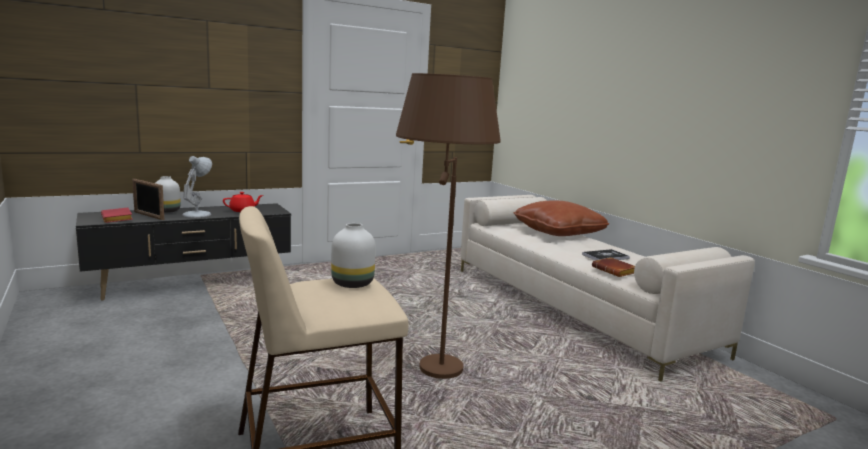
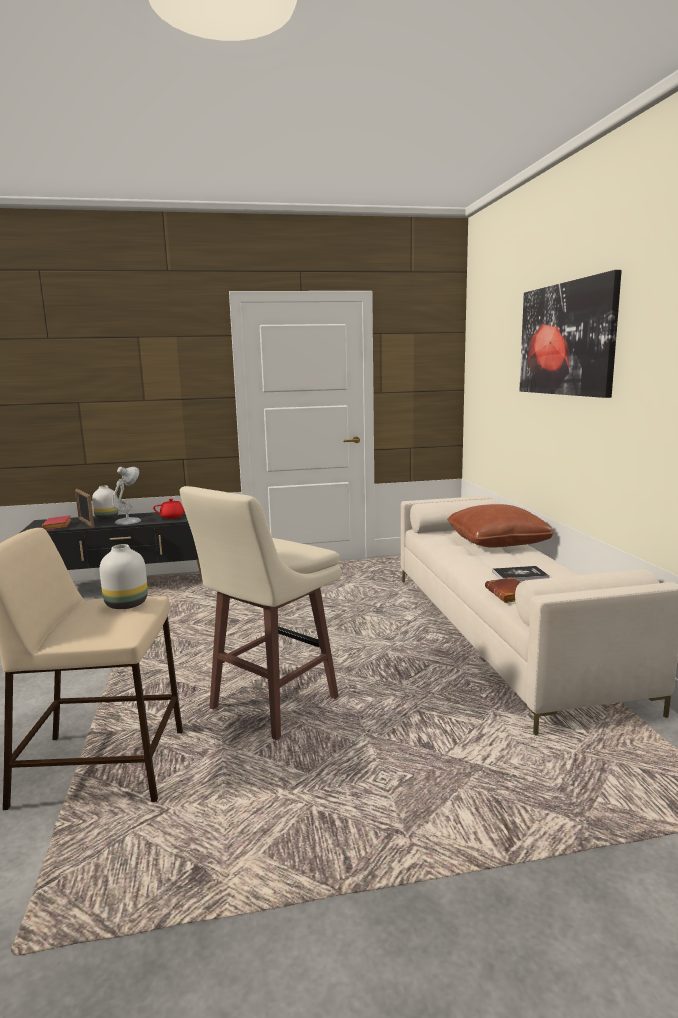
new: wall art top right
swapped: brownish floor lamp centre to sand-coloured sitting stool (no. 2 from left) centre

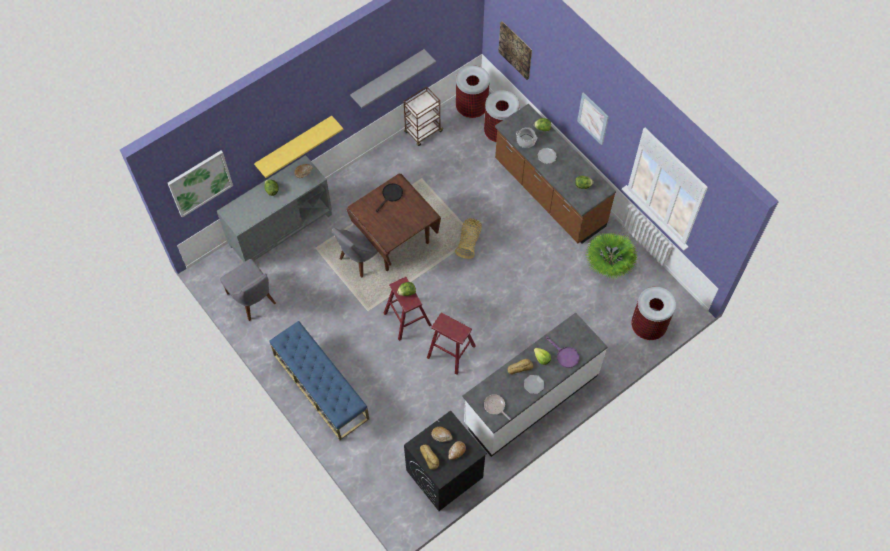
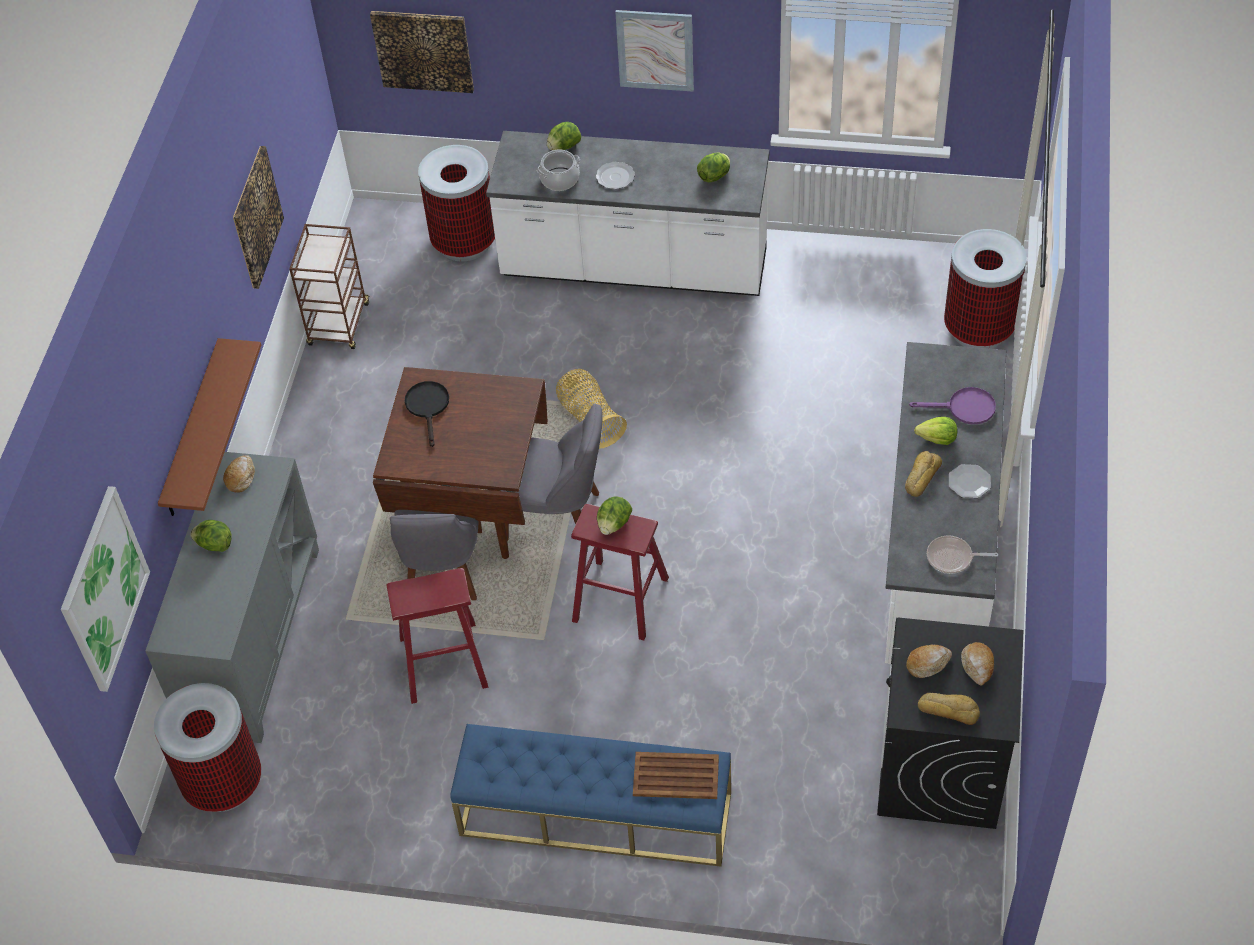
gone: potted plant middle right
new: brownish tray bottom centre
shifted: greyish upright chair (no. 1 from left in the first image) middle left to greyish upright chair (no. 2 from left) centre; reddish sitting stool (no. 2 from left in the first image) centre to reddish sitting stool (no. 1 from left) bottom centre; trash can (no. 1 from left) top centre to bottom left
swapped: greyish wall shelf top centre to wall art (no. 2 from left) top left
repainted: yellowish wall shelf top centre to brownish wall shelf middle left; brownish kitchen counter top centre to white-coloured kitchen counter (no. 1 from left) top centre

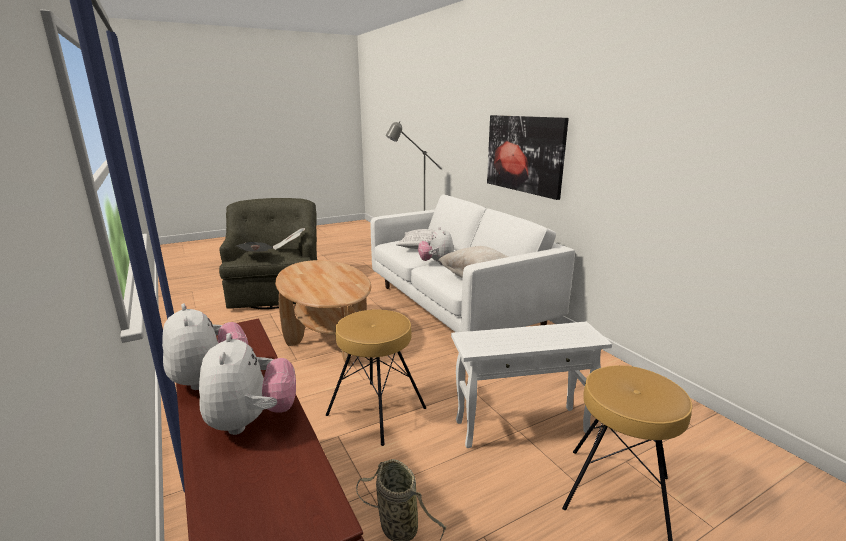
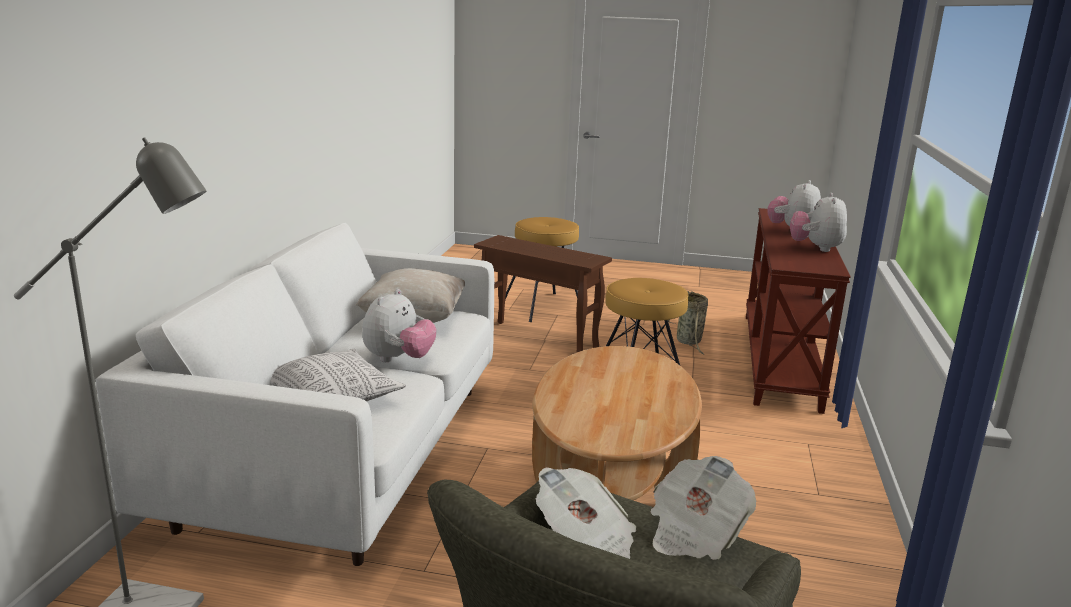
gone: wall art top centre
repainted: white-coloured side table bottom centre to brownish side table centre

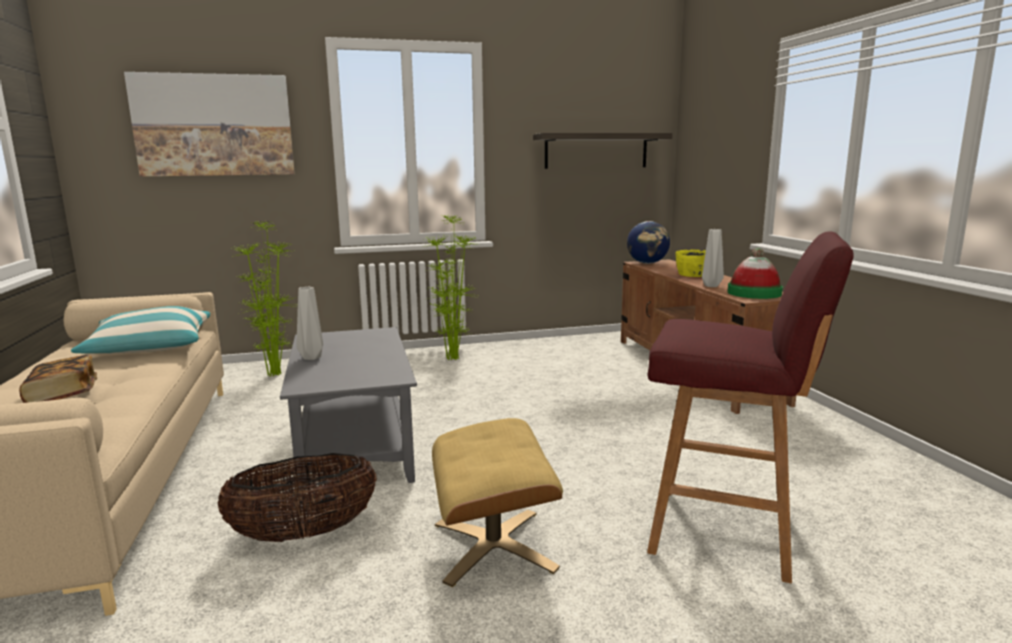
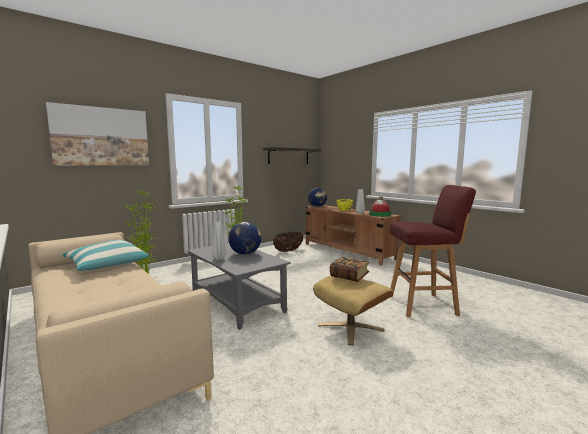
new: world globe (no. 1 from left) centre
shifted: book middle left to centre; basket bottom left to centre

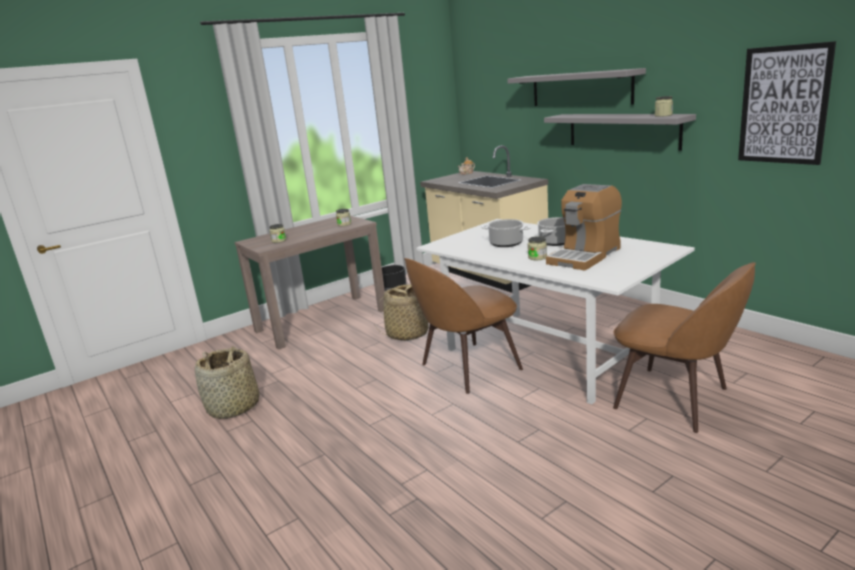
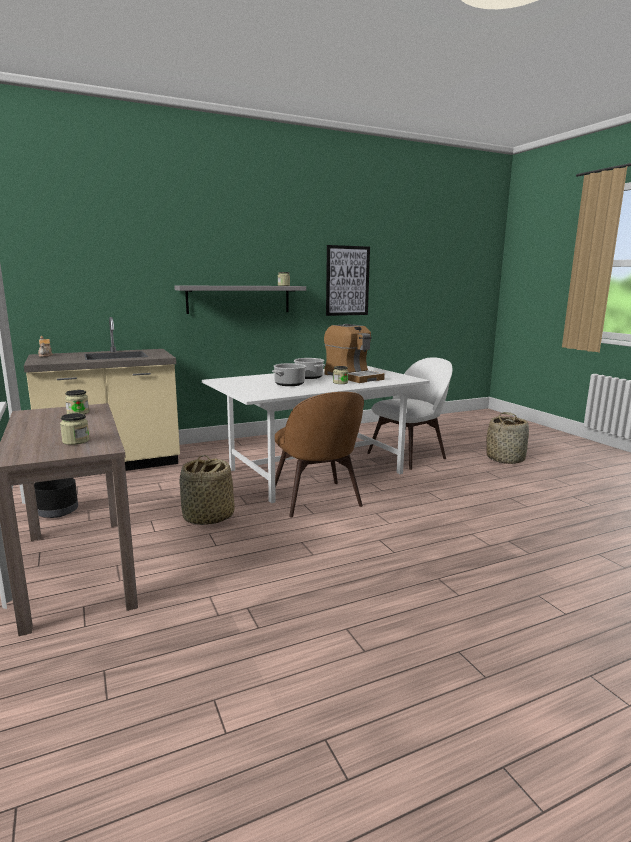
gone: greyish wall shelf (no. 1 from left) top right
shifted: basket (no. 1 from left in the first image) bottom left to basket (no. 2 from left) middle right
repainted: brownish upright chair (no. 2 from left) middle right to white-coloured upright chair centre

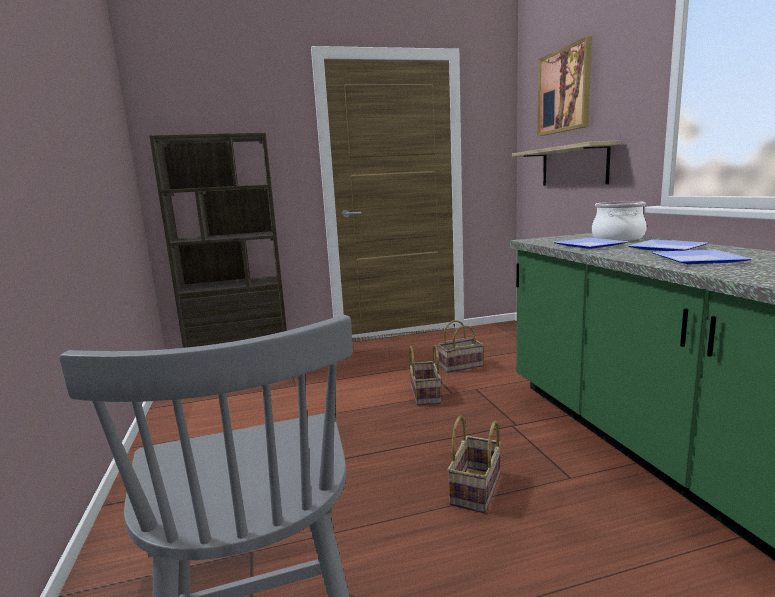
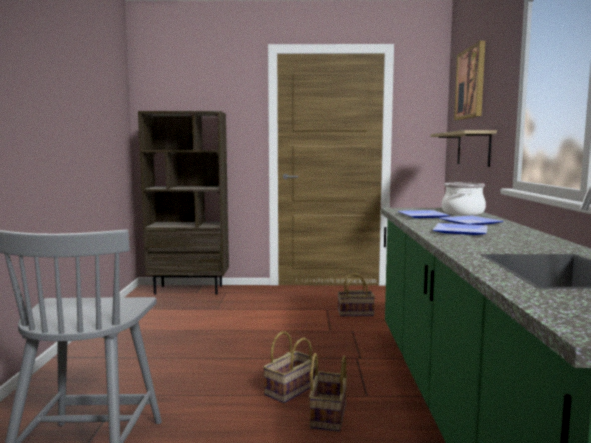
shifted: basket (no. 1 from left in the first image) centre to basket (no. 2 from left) bottom centre

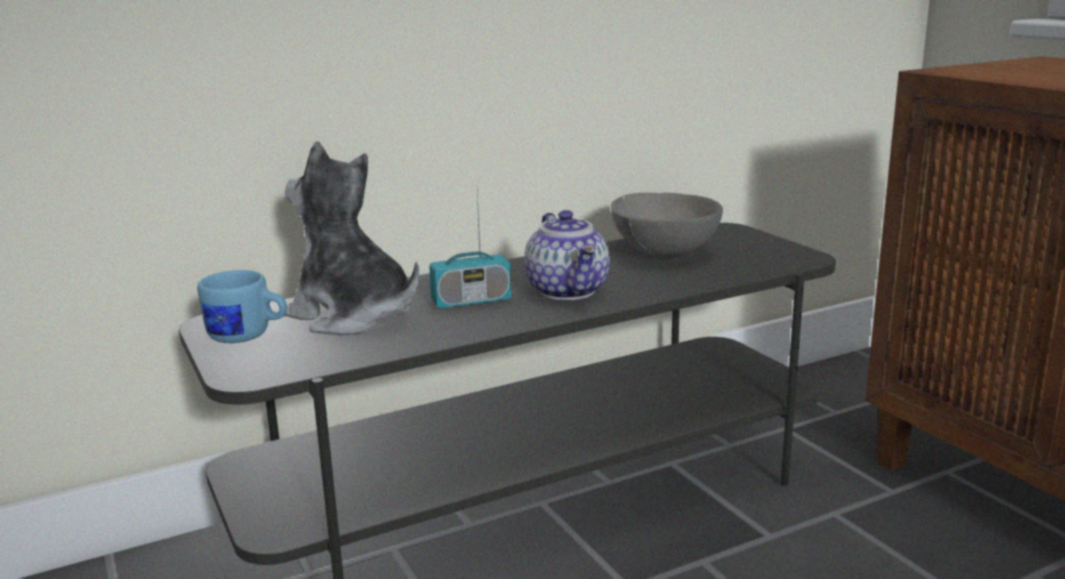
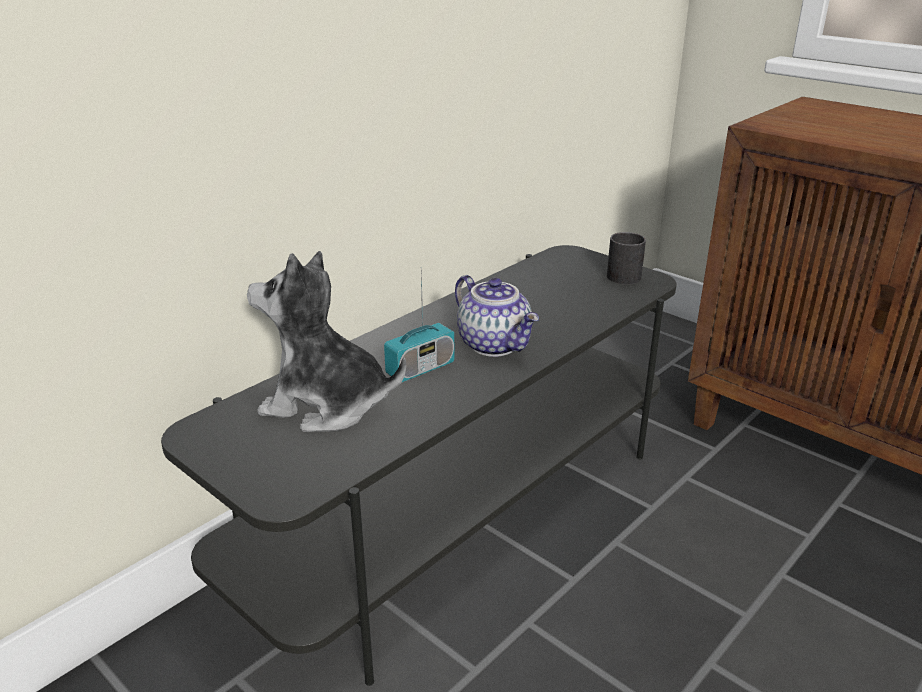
gone: bluish mug middle left; greyish deep dish centre
new: black-coloured mug middle right

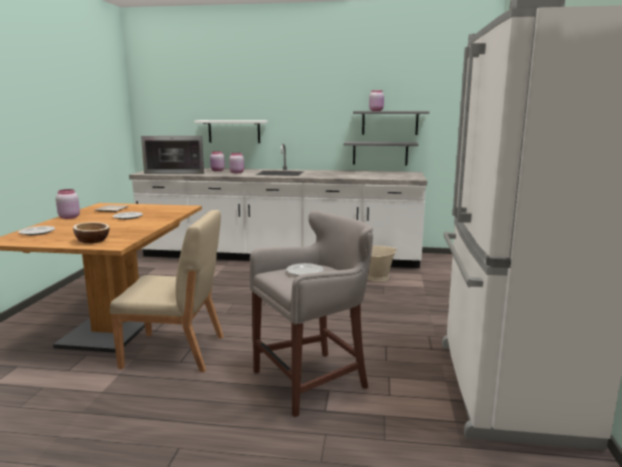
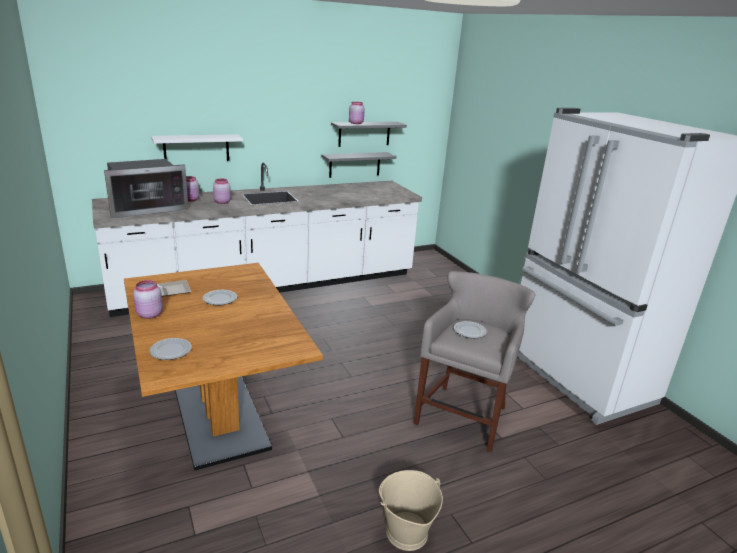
gone: deep dish middle left; sand-coloured upright chair middle left
shifted: sand-coloured water bucket centre to bottom centre

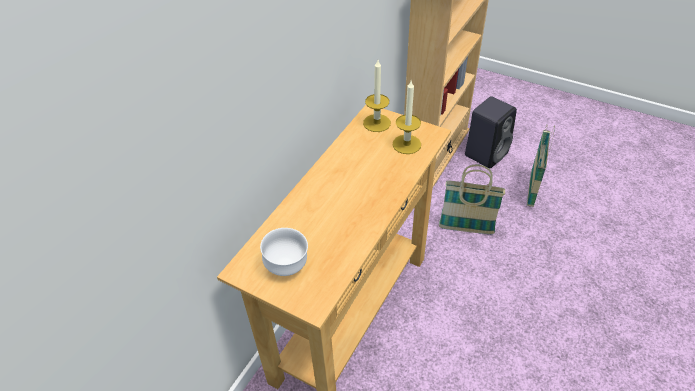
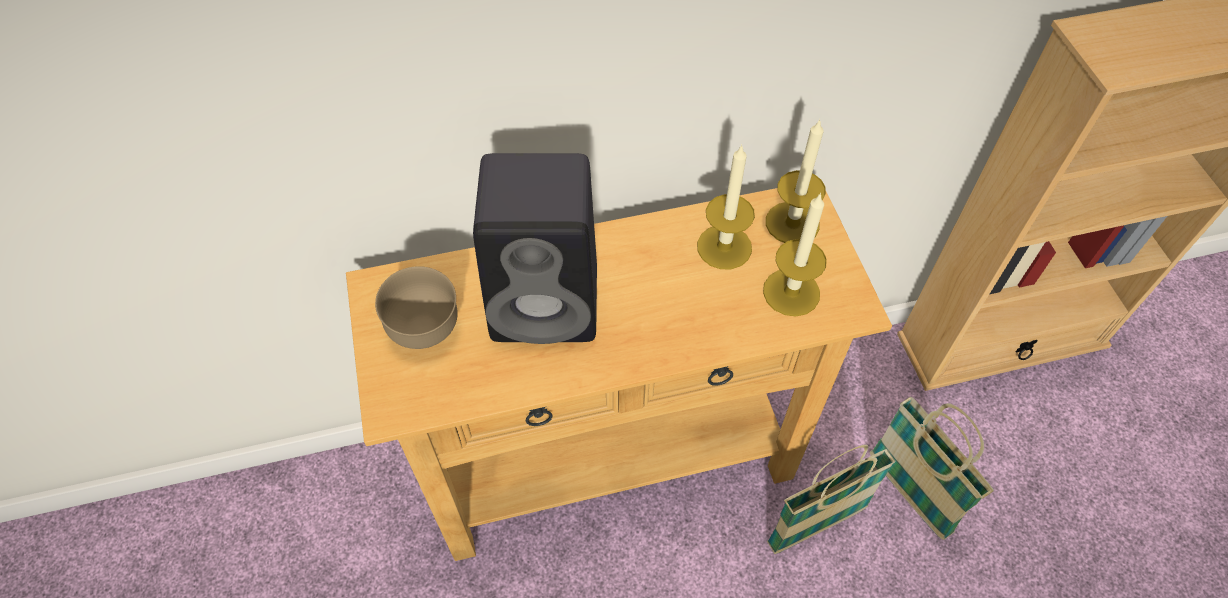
new: candle (no. 1 from left) centre
shifted: black-coloured audio speaker middle right to centre; basket (no. 2 from left in the first image) middle right to basket (no. 1 from left) bottom right
repainted: white-coloured deep dish centre to brownish deep dish centre

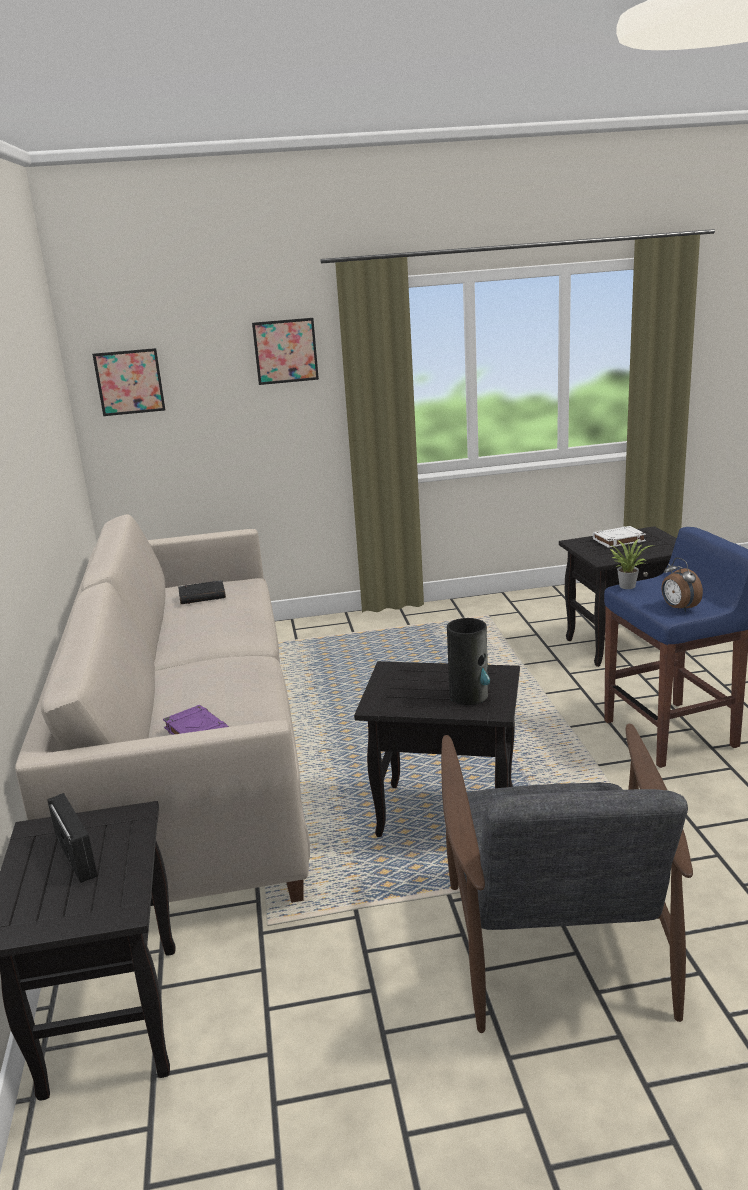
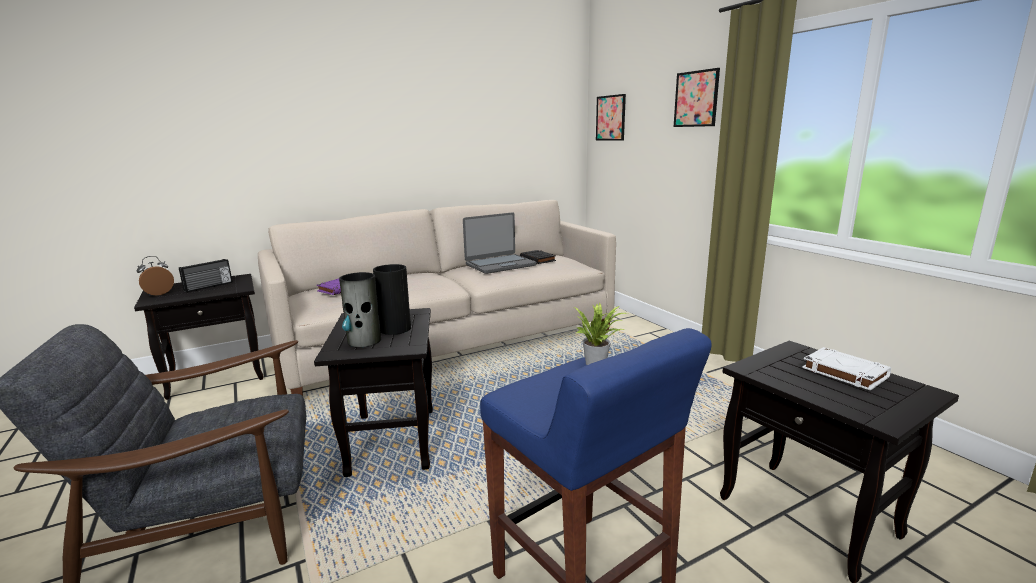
new: vase (no. 2 from left) centre; notebook computer centre
shifted: table clock middle right to middle left

